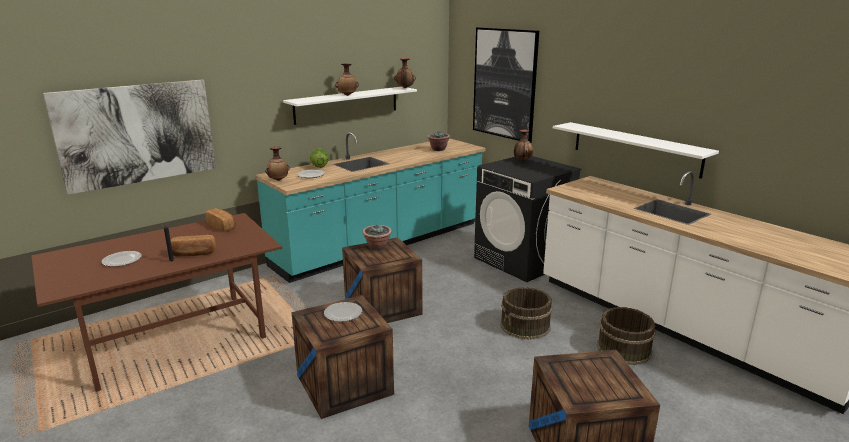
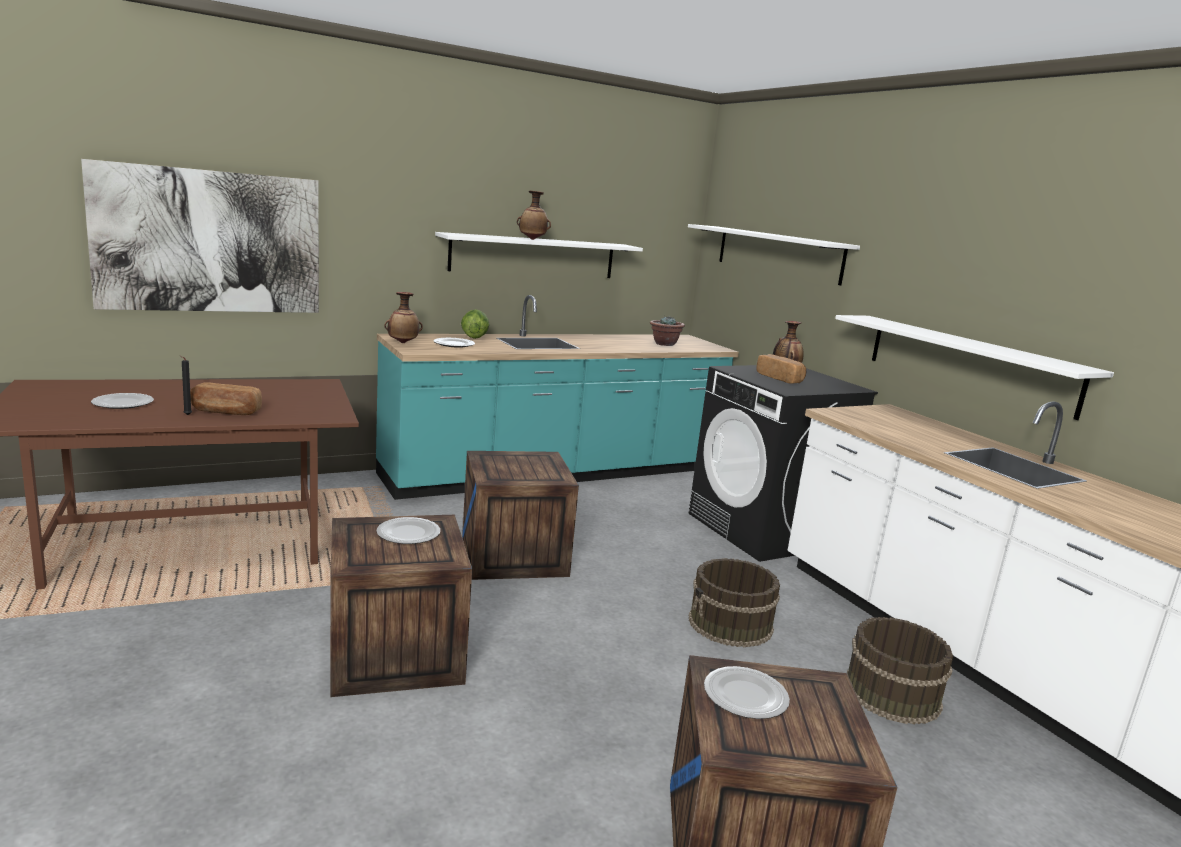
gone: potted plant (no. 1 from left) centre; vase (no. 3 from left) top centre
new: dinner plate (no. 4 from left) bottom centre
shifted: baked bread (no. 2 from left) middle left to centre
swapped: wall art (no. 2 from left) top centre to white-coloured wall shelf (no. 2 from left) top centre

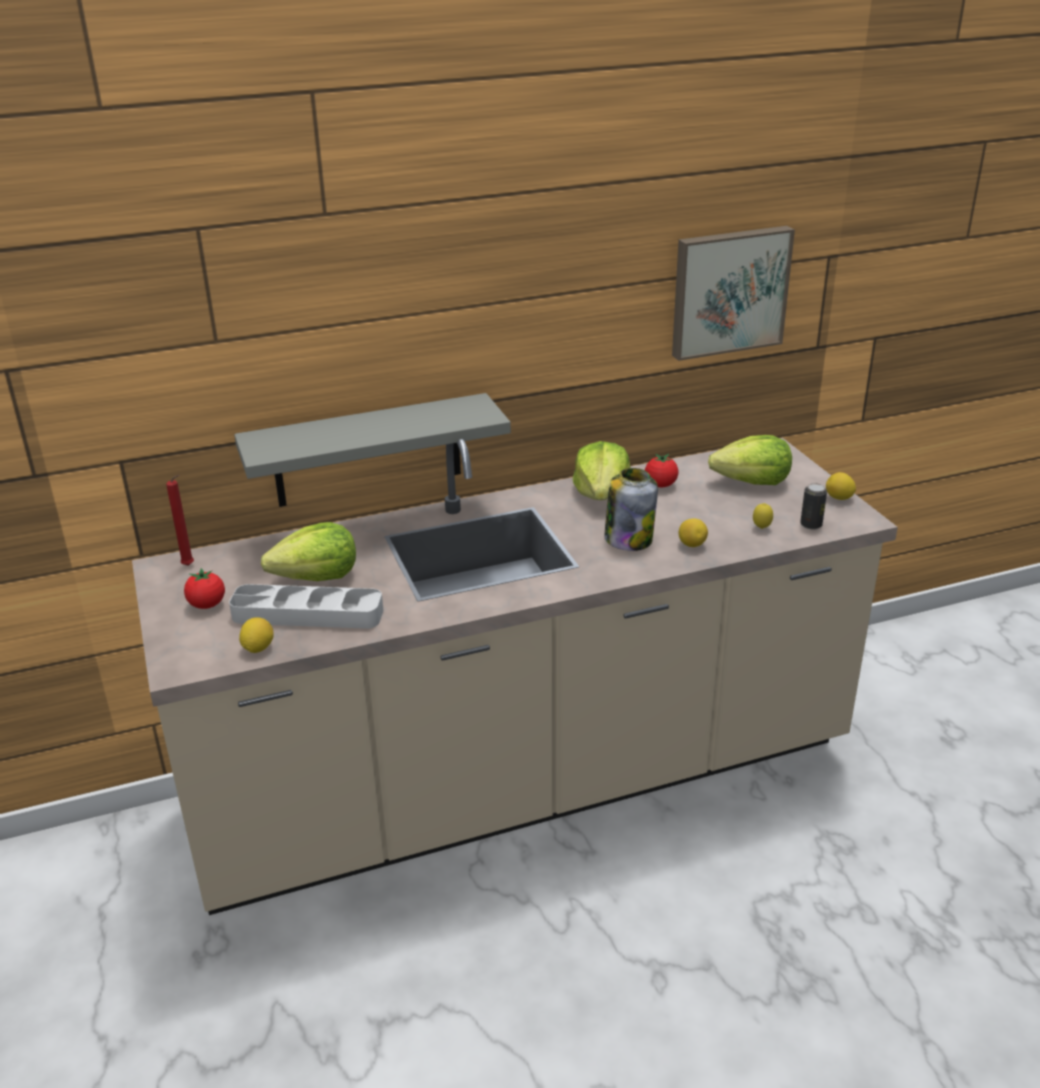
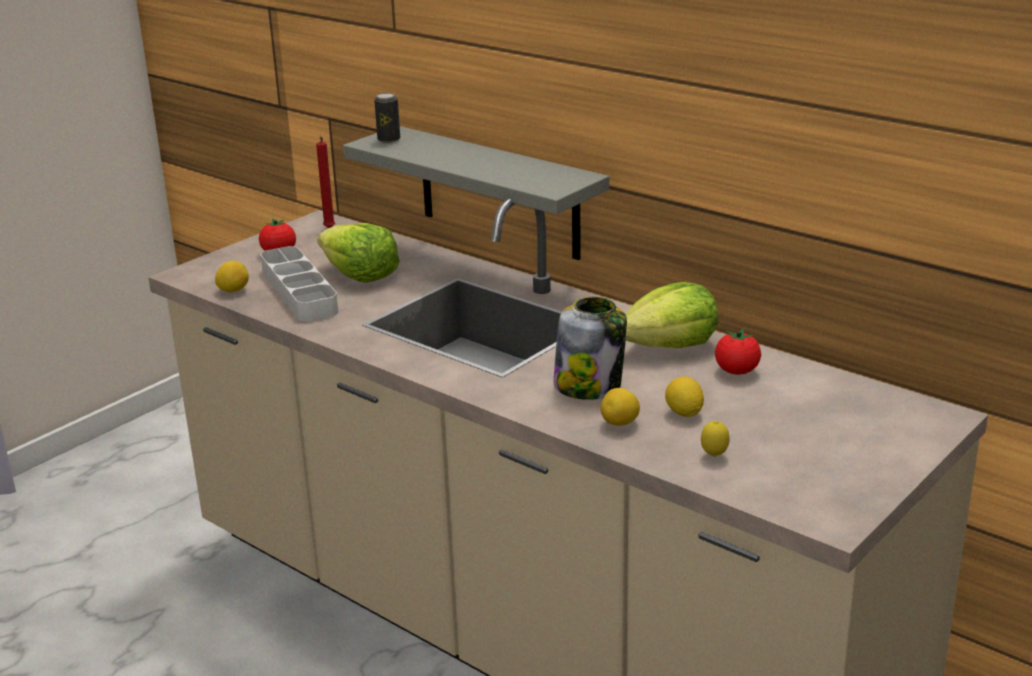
gone: wall art top right; head of lettuce (no. 3 from left) middle right
shifted: metal can middle right to top centre; lemon (no. 4 from left in the first image) middle right to lemon (no. 3 from left) centre

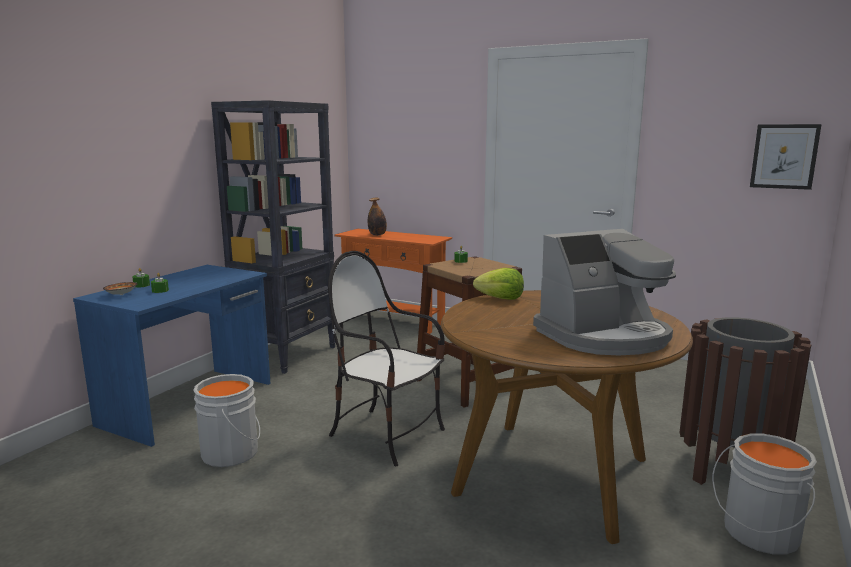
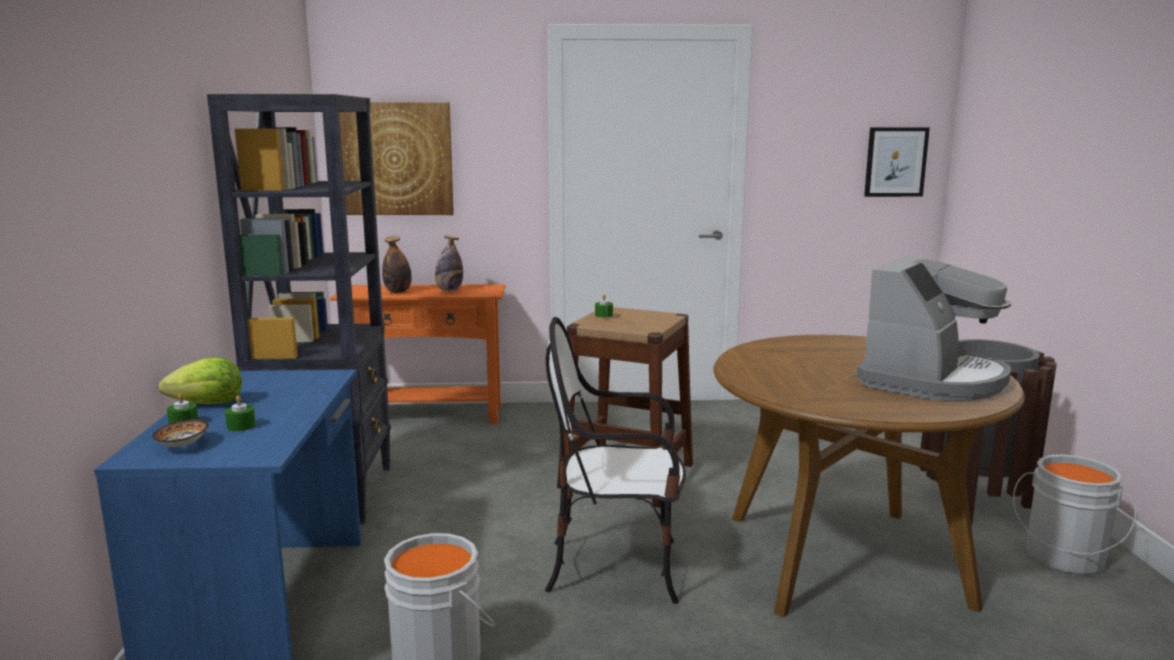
new: wall art (no. 1 from left) top centre; bottle (no. 2 from left) centre
shifted: head of lettuce centre to middle left

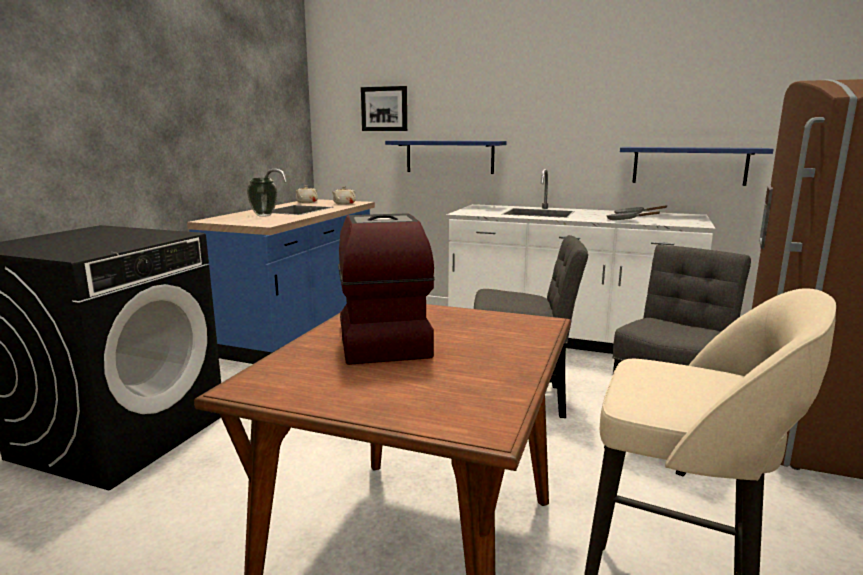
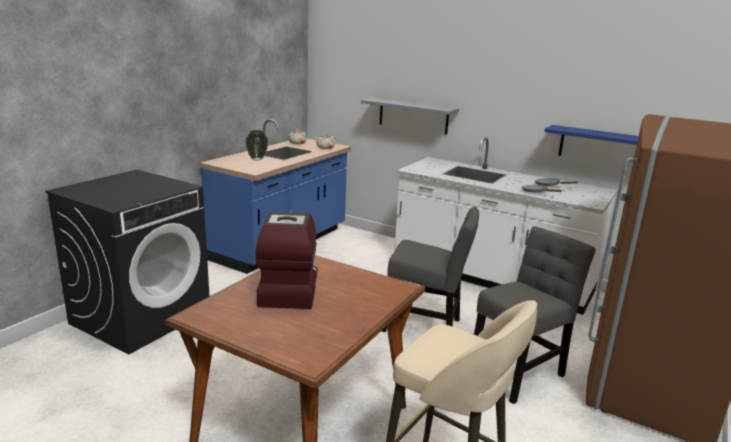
gone: wall art top centre
repainted: bluish wall shelf (no. 1 from left) top centre to greyish wall shelf top centre

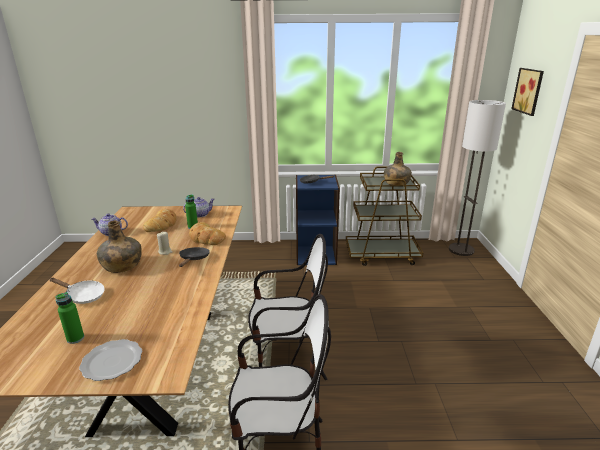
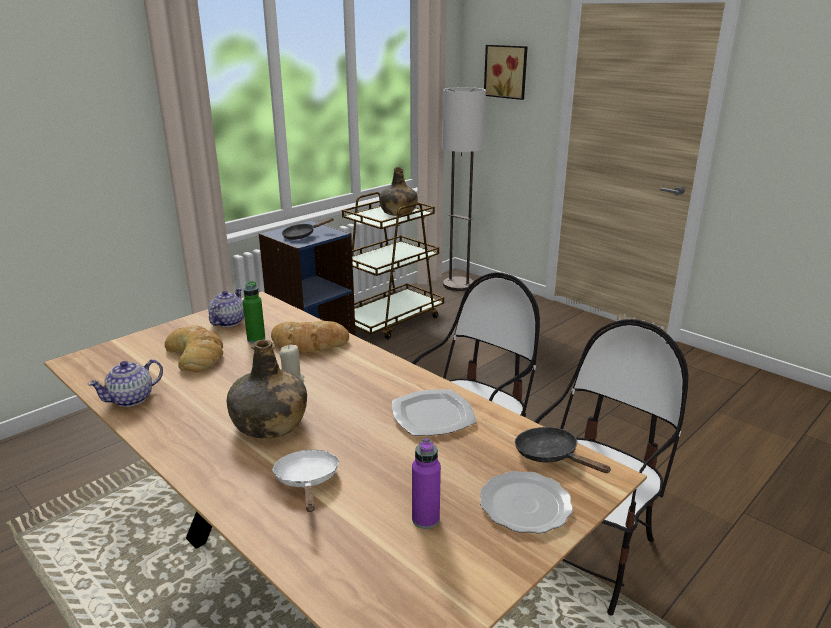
new: dinner plate (no. 1 from left) centre
shifted: black-coloured pan (no. 1 from left in the first image) middle left to black-coloured pan (no. 2 from left) bottom right
repainted: green-coloured bottle (no. 1 from left) bottom left to purple-coloured bottle bottom centre
rotated: white-coloured pan middle left = bottom centre 75 degrees counterclockwise

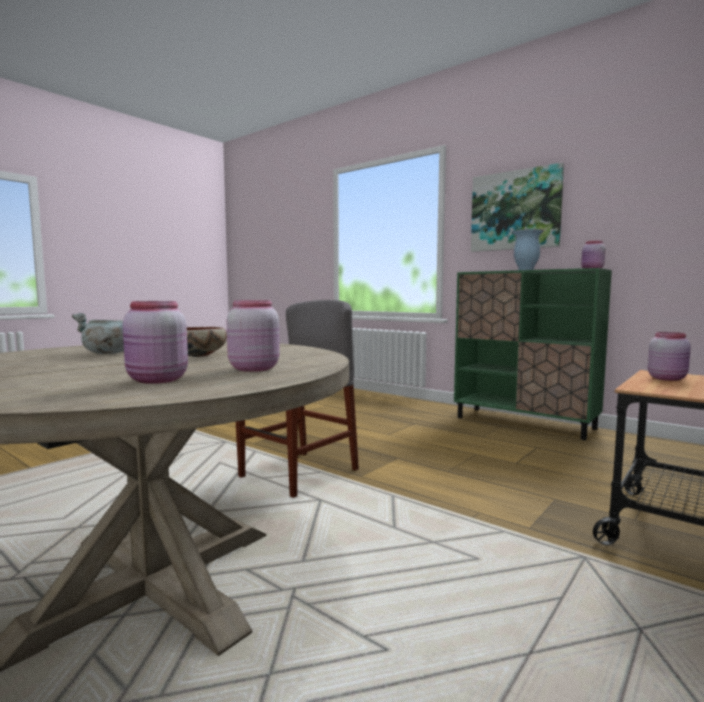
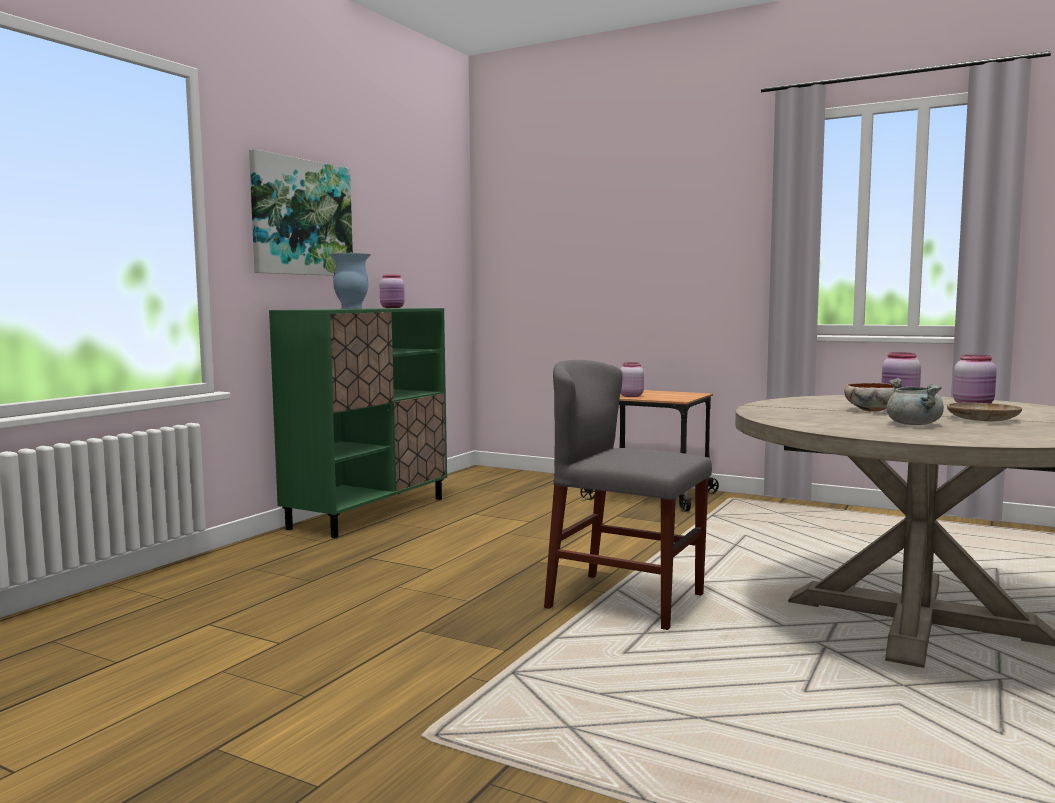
new: sand-coloured dinner plate middle right

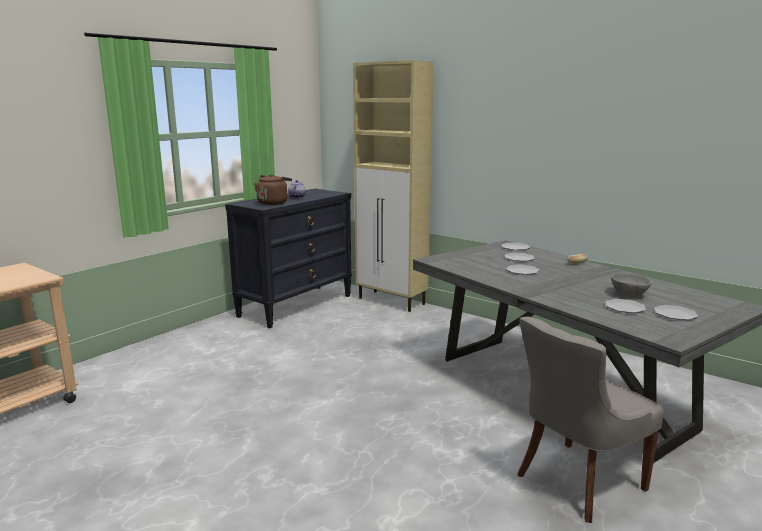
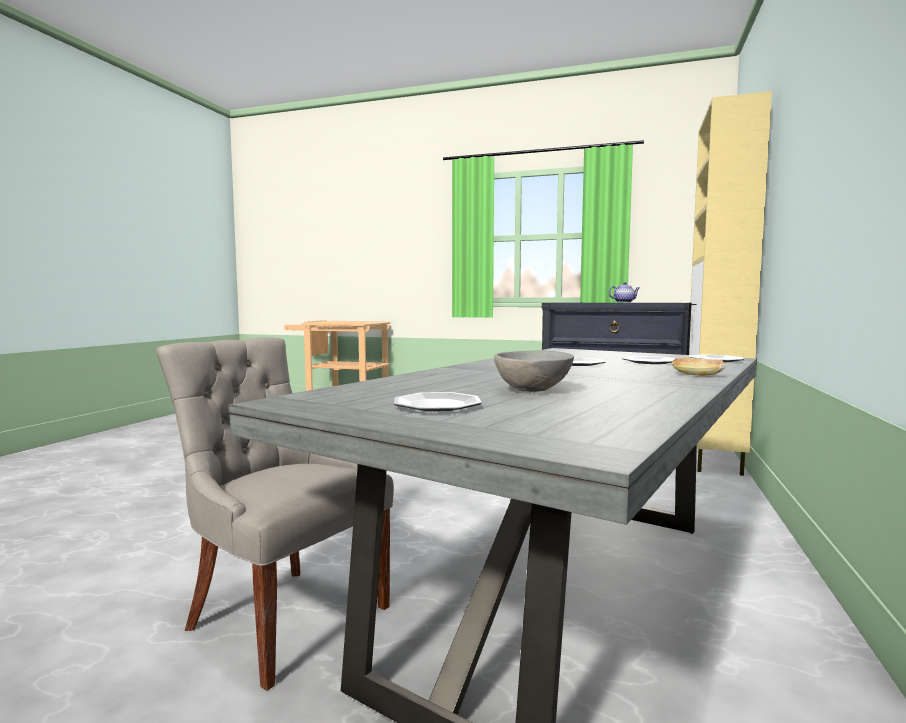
gone: brownish tea kettle centre; dinner plate (no. 4 from left) middle right

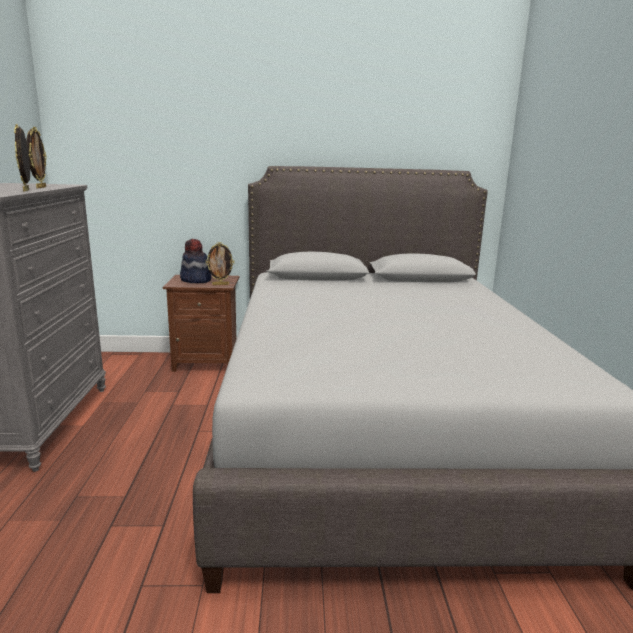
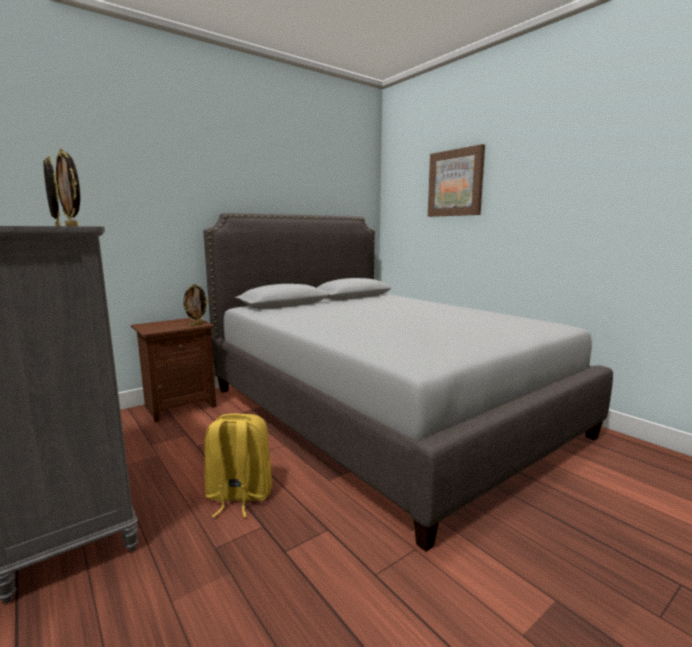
gone: hat middle left
new: yellowish backpack bottom centre; wall art top centre

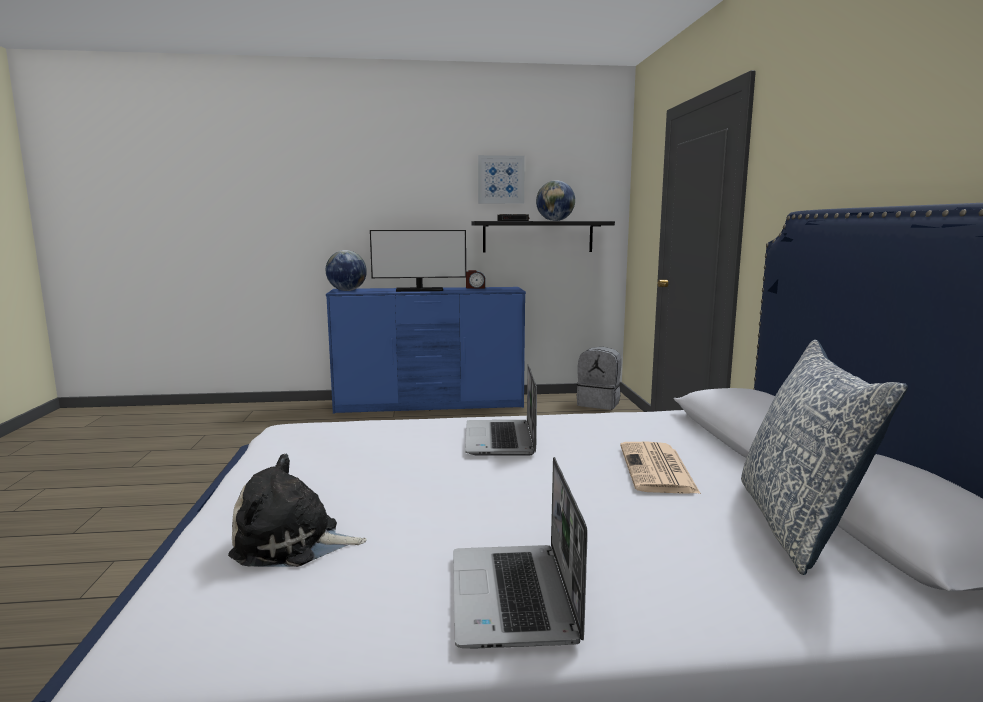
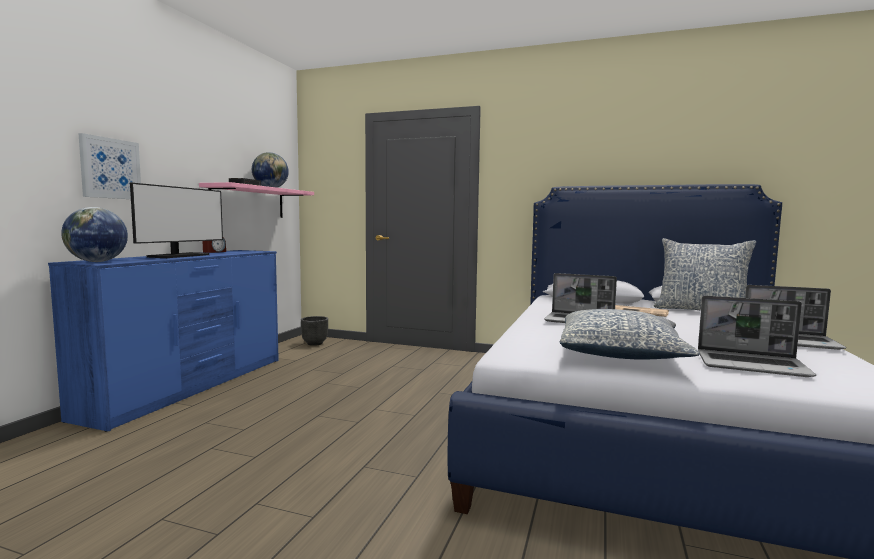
new: throw pillow (no. 1 from left) middle right
shifted: wall art top centre to top left
swapped: soft toy bottom left to notebook computer (no. 2 from left) middle right; greyish backpack centre to black-coloured flower pot centre
repainted: black-coloured wall shelf centre to pink wall shelf middle left

